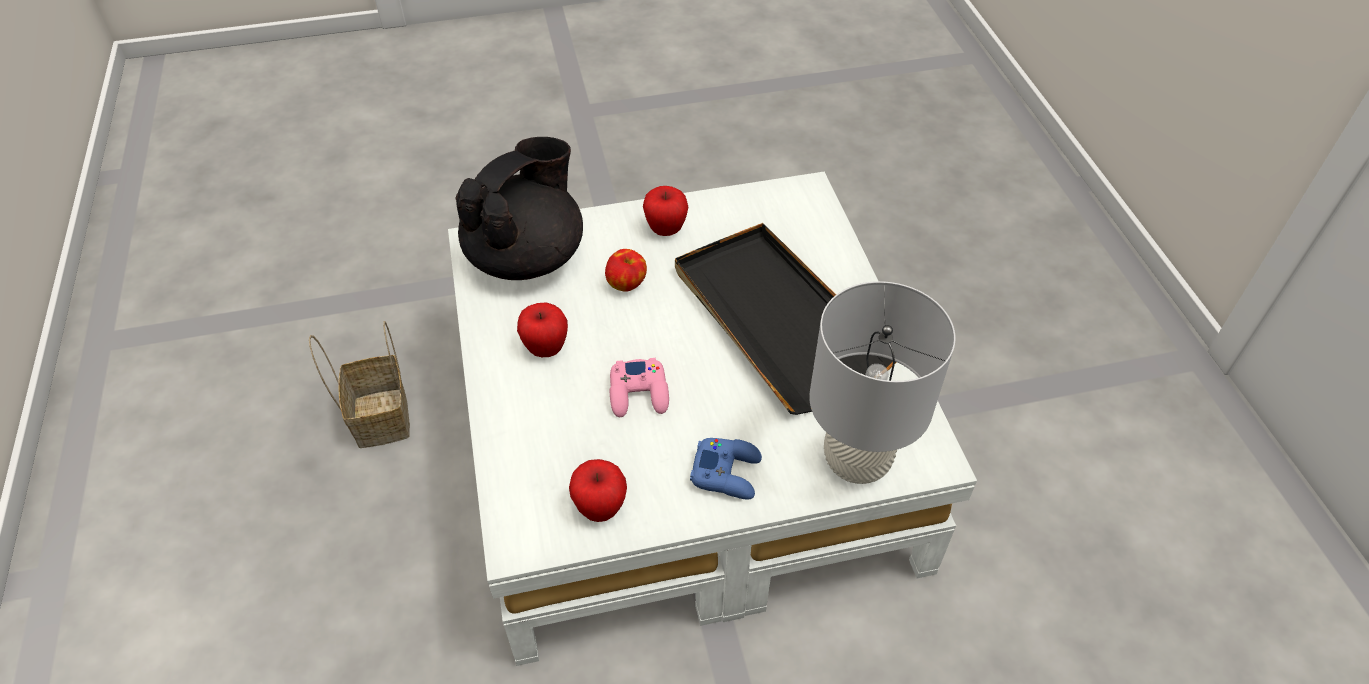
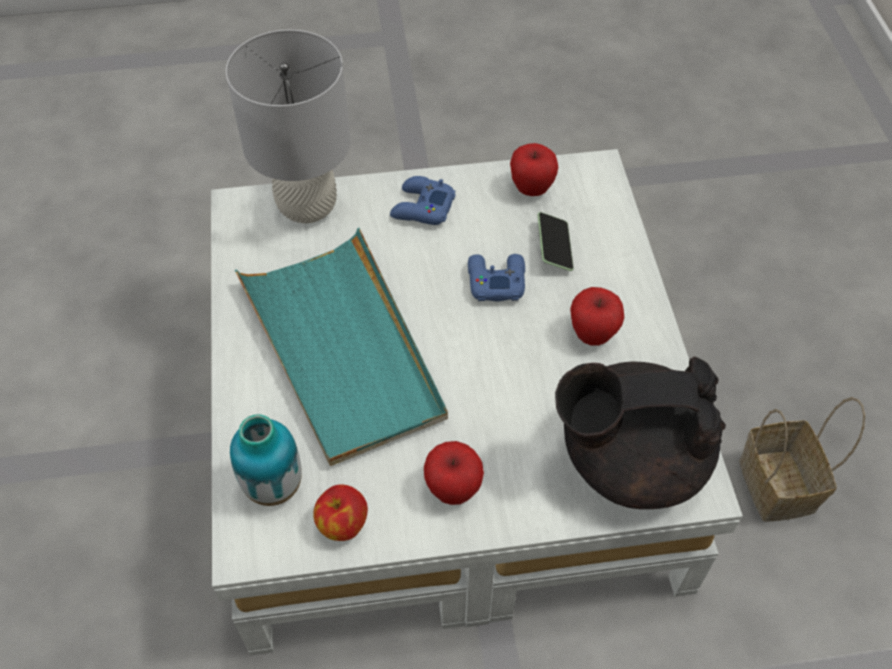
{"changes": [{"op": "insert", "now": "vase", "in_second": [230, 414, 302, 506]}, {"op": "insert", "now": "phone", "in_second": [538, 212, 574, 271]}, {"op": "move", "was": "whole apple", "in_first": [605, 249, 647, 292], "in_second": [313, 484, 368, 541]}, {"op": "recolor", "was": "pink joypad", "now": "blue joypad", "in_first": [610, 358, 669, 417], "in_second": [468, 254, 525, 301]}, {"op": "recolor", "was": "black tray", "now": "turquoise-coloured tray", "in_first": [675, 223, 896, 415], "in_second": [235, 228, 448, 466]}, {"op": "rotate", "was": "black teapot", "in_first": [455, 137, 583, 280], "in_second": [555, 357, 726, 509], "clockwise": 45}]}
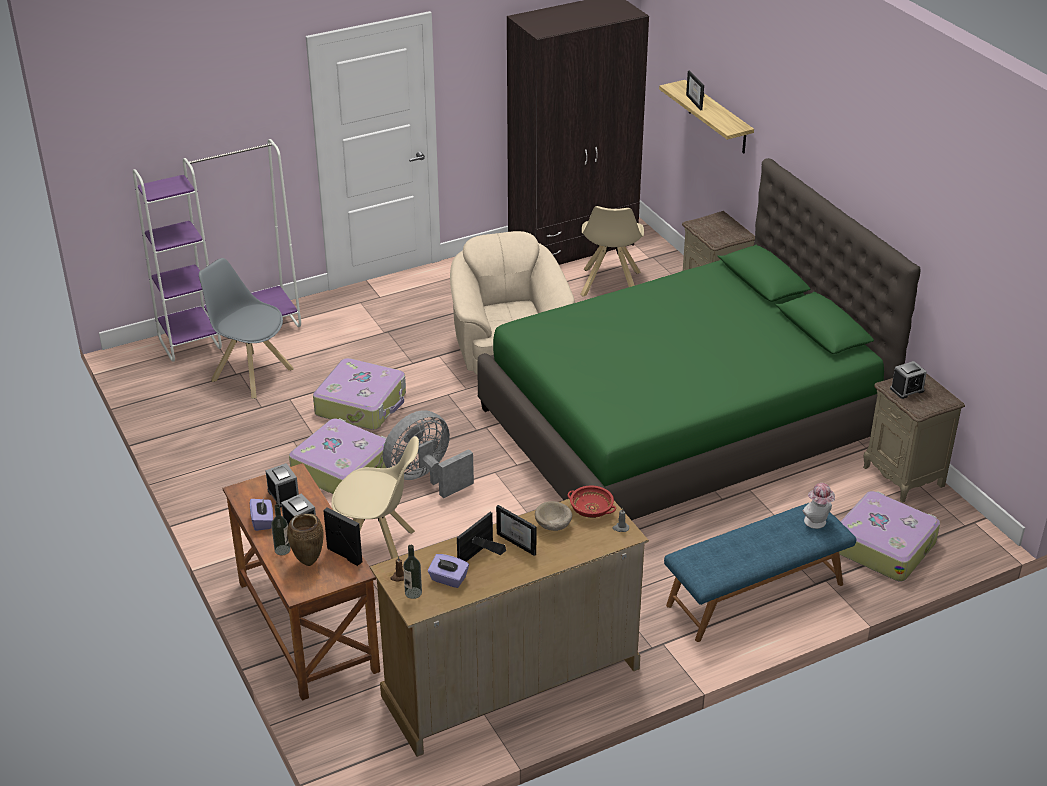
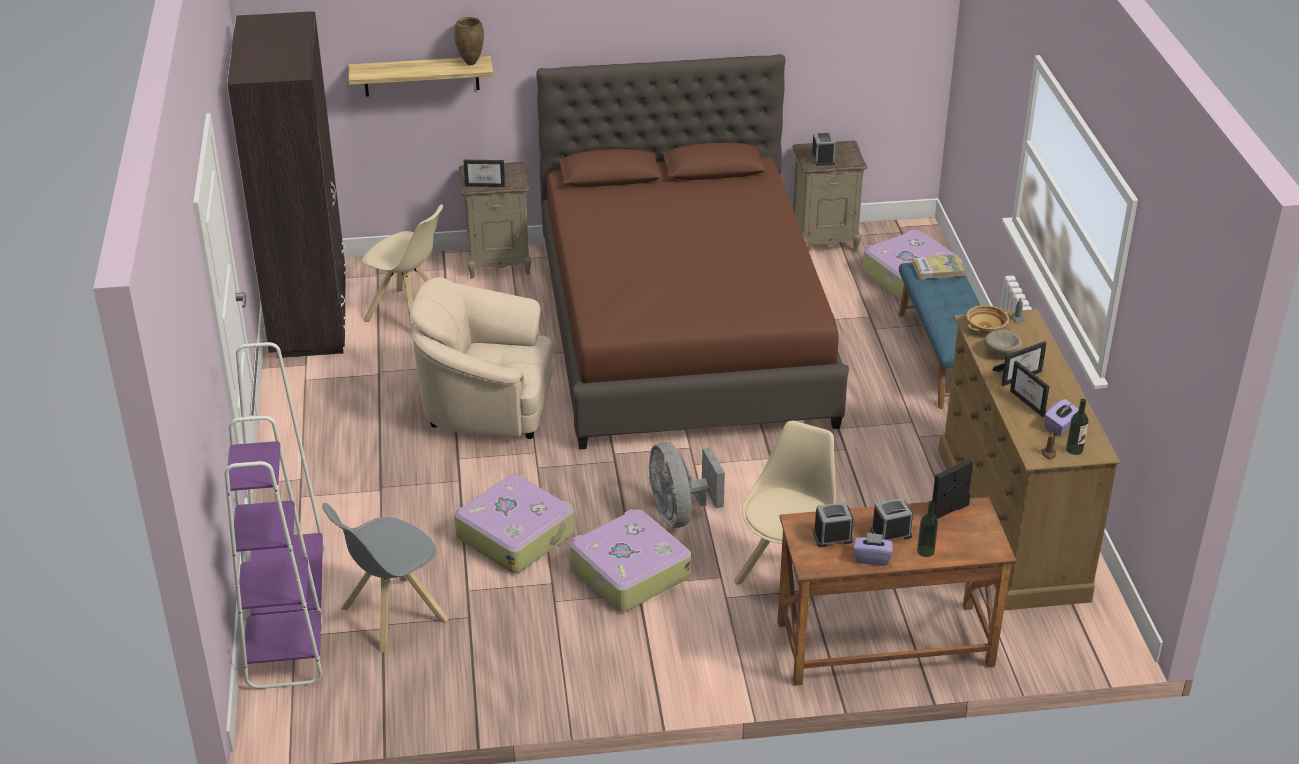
{"changes": [{"op": "move", "was": "brown vase", "in_first": [287, 513, 324, 566], "in_second": [454, 17, 484, 65]}, {"op": "move", "was": "photo frame", "in_first": [686, 71, 705, 110], "in_second": [464, 160, 505, 187]}, {"op": "replace", "was": "hat", "now": "book", "in_first": [803, 483, 835, 529], "in_second": [912, 255, 965, 279]}, {"op": "recolor", "was": "green-coloured bed", "now": "brown bed", "in_first": [477, 158, 921, 520], "in_second": [537, 54, 849, 449]}, {"op": "recolor", "was": "reddish serving bowl", "now": "beige-coloured serving bowl", "in_first": [567, 486, 616, 518], "in_second": [966, 305, 1009, 334]}]}
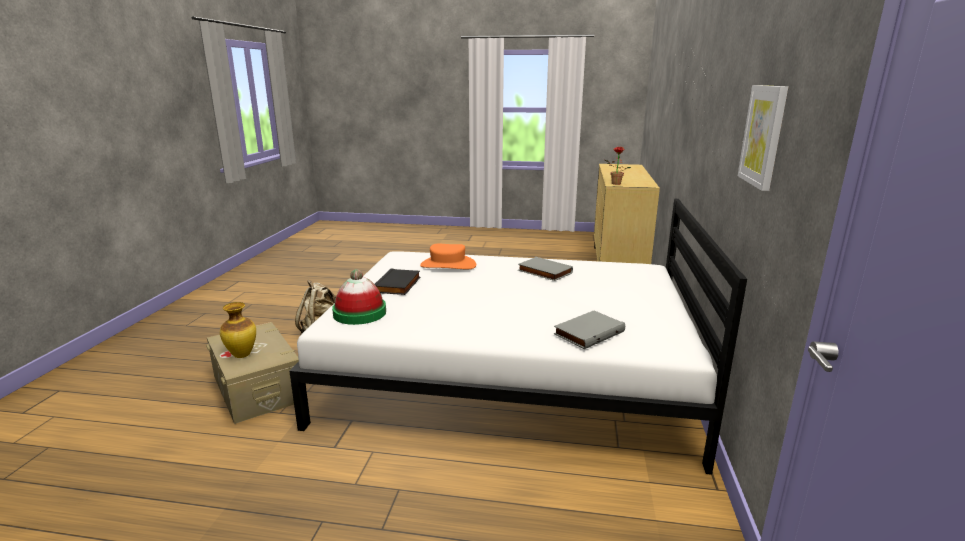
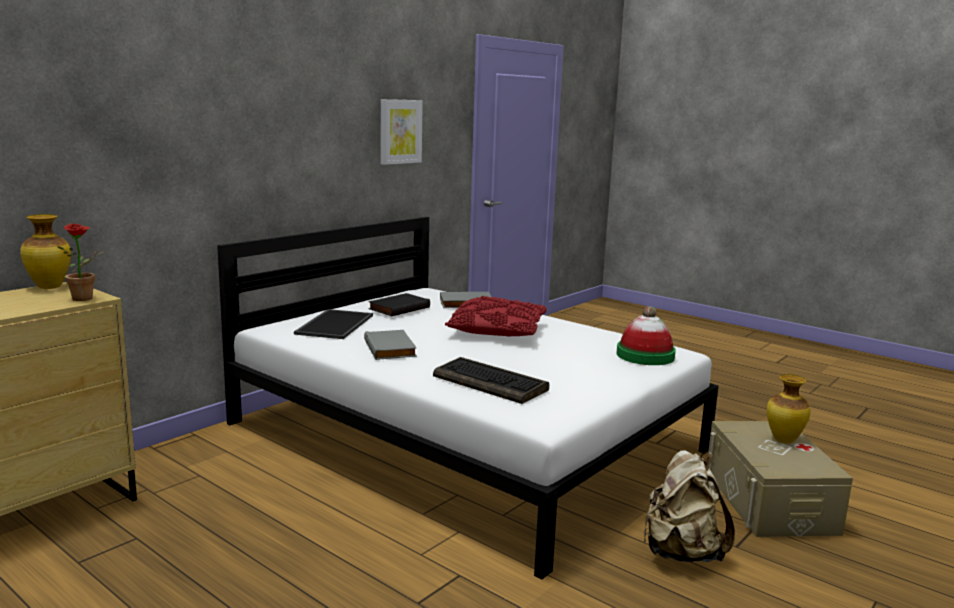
{"changes": [{"op": "insert", "now": "vase", "in_second": [20, 214, 71, 289]}, {"op": "insert", "now": "tray", "in_second": [294, 309, 373, 339]}, {"op": "insert", "now": "reddish cushion", "in_second": [445, 296, 547, 337]}, {"op": "move", "was": "black book", "in_first": [375, 268, 420, 295], "in_second": [368, 293, 430, 317]}, {"op": "replace", "was": "orangey hat", "now": "keyboard", "in_first": [420, 244, 476, 269], "in_second": [433, 357, 549, 404]}]}
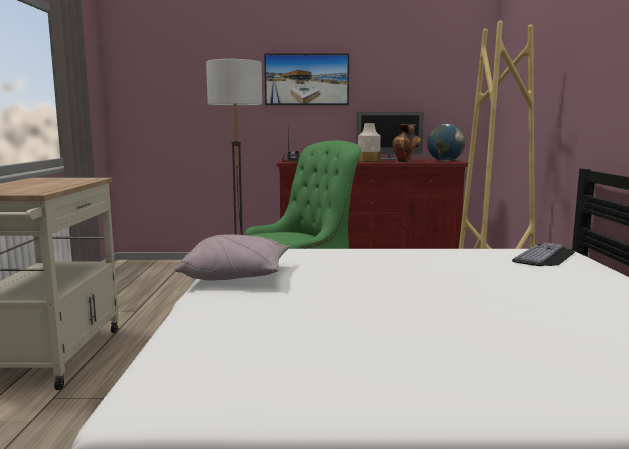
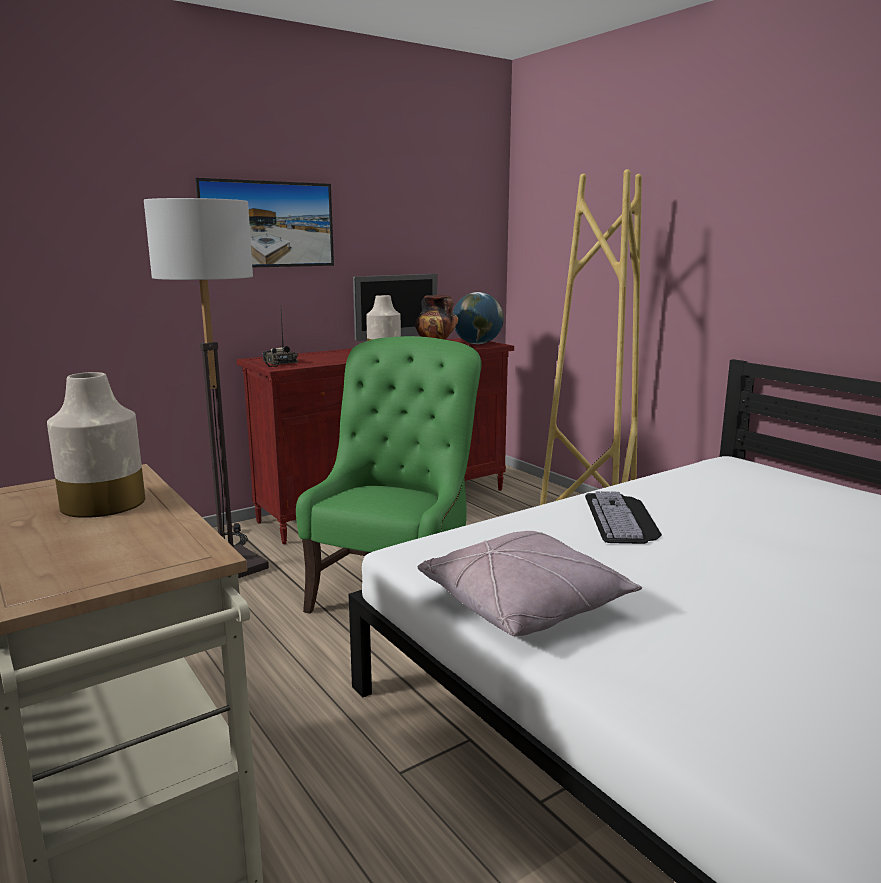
{"changes": [{"op": "insert", "now": "beige-coloured vase", "in_second": [47, 372, 145, 518]}, {"op": "move", "was": "keyboard", "in_first": [512, 243, 575, 266], "in_second": [585, 491, 662, 544]}]}
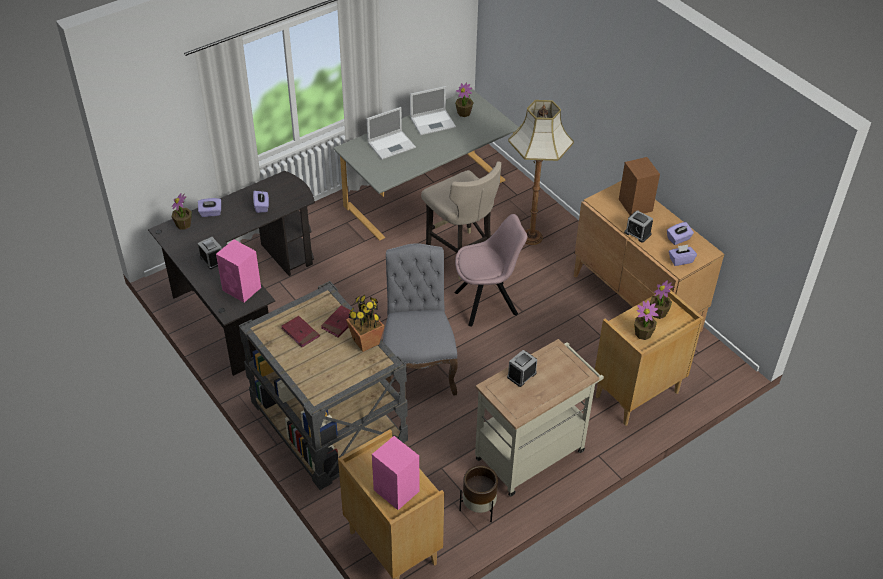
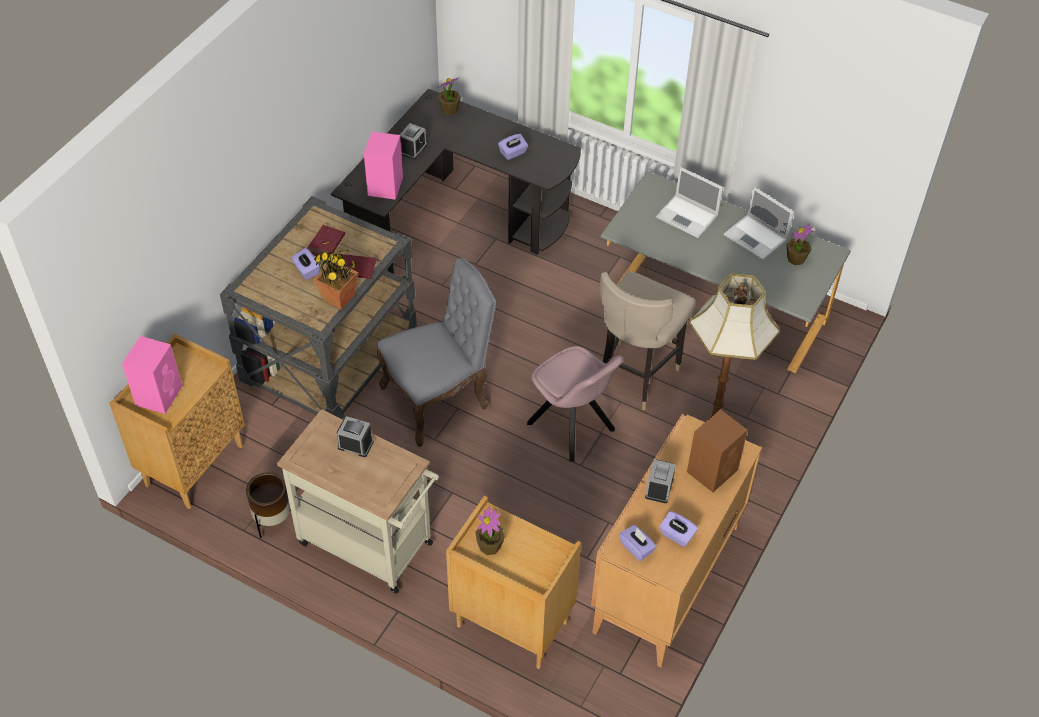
{"changes": [{"op": "delete", "was": "plant in a pot", "in_first": [650, 280, 673, 319]}, {"op": "move", "was": "purplish tissue holder", "in_first": [198, 198, 221, 217], "in_second": [291, 248, 320, 280]}]}
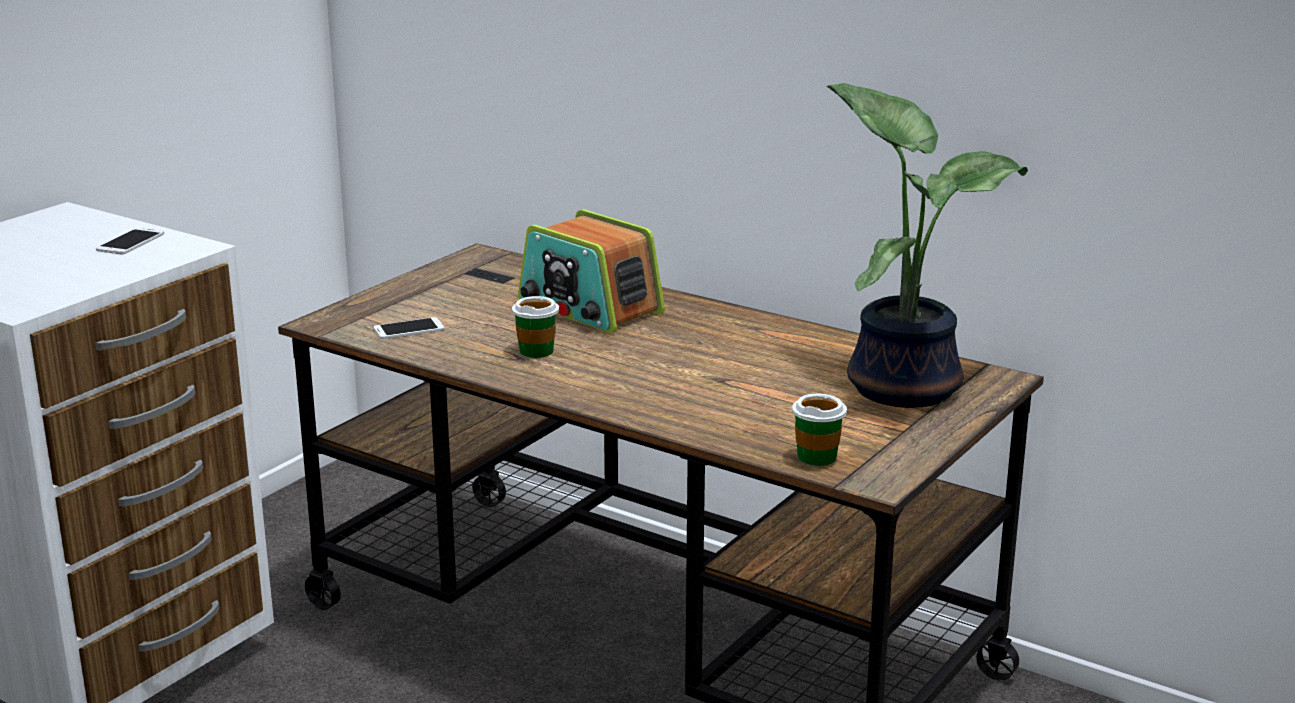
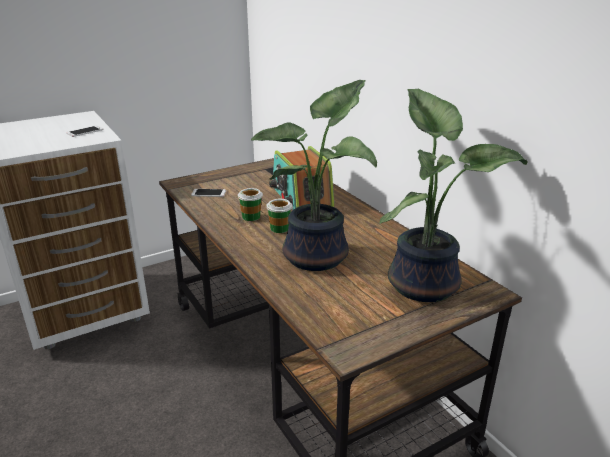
{"changes": [{"op": "insert", "now": "plant in a pot", "in_second": [251, 80, 377, 271]}, {"op": "move", "was": "small cup", "in_first": [792, 394, 847, 466], "in_second": [266, 199, 293, 233]}]}
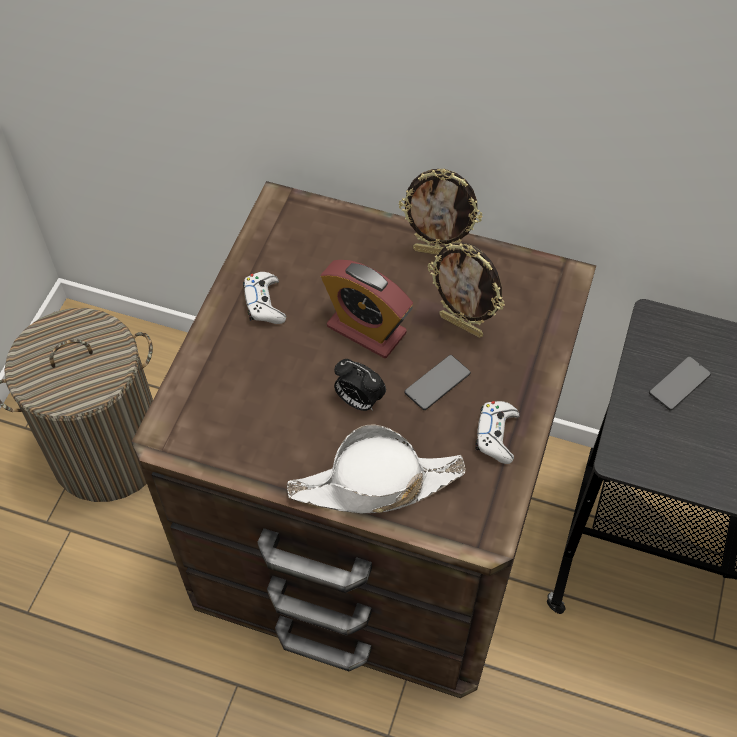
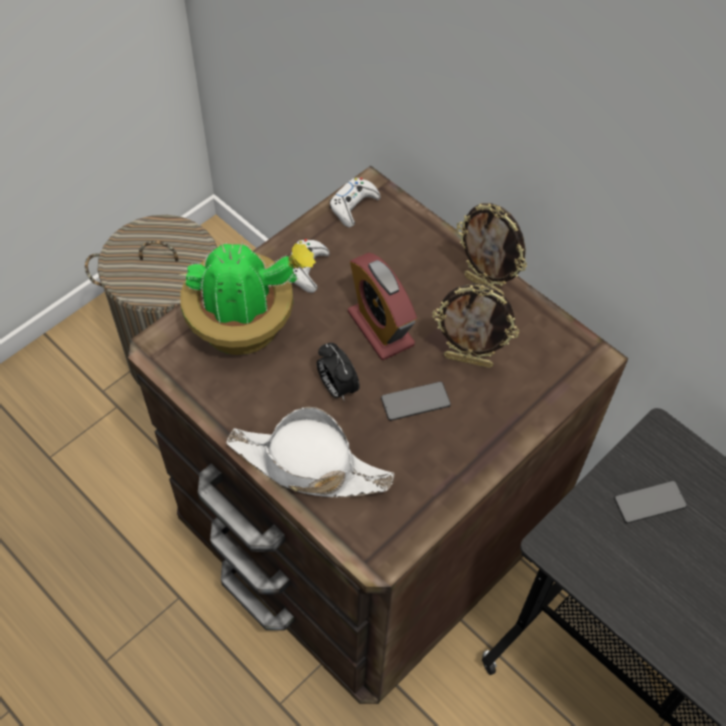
{"changes": [{"op": "insert", "now": "plant in a pot", "in_second": [179, 240, 316, 355]}, {"op": "move", "was": "white-coloured joypad", "in_first": [475, 401, 519, 464], "in_second": [329, 178, 381, 227]}, {"op": "rotate", "was": "photo frame", "in_first": [428, 242, 505, 338], "in_second": [432, 283, 519, 368], "clockwise": -45}]}
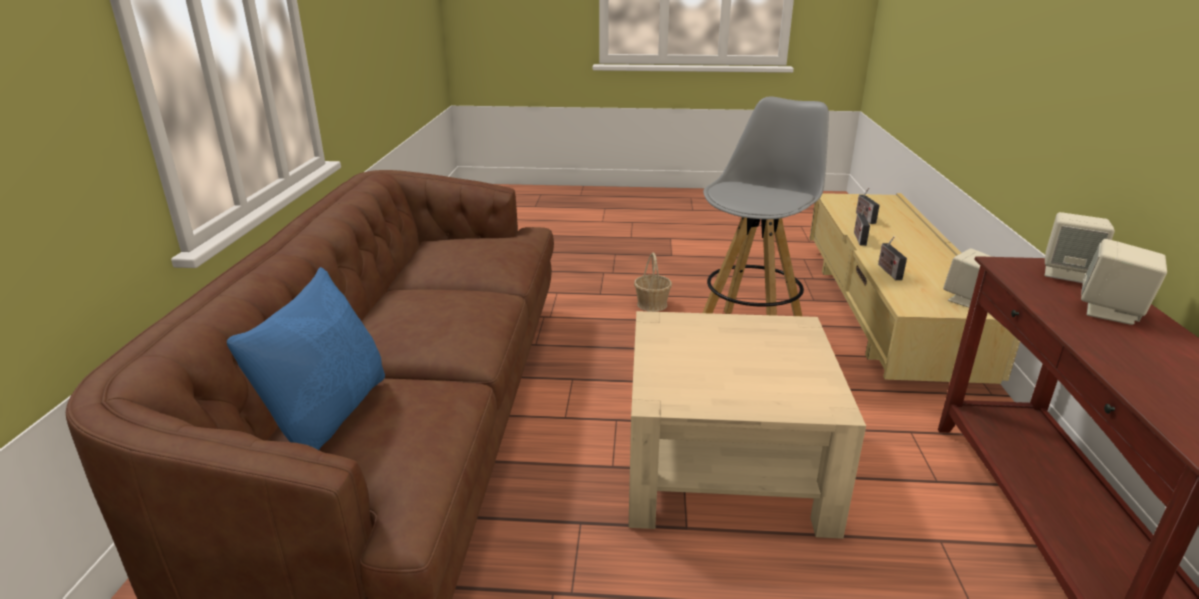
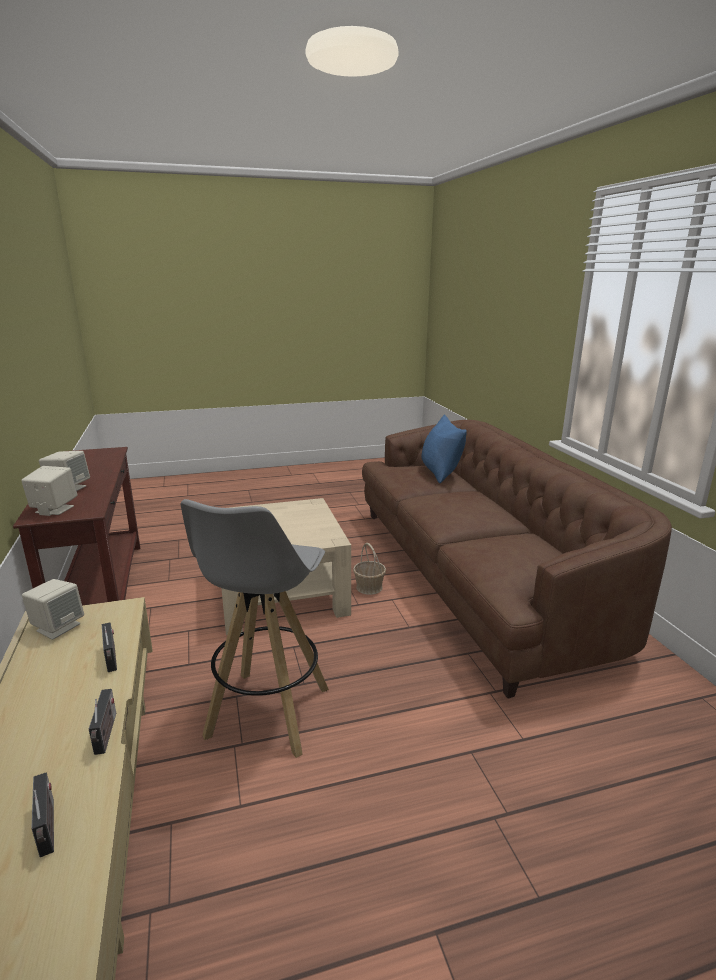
{"changes": [{"op": "move", "was": "basket", "in_first": [634, 252, 672, 312], "in_second": [353, 543, 386, 595]}]}
